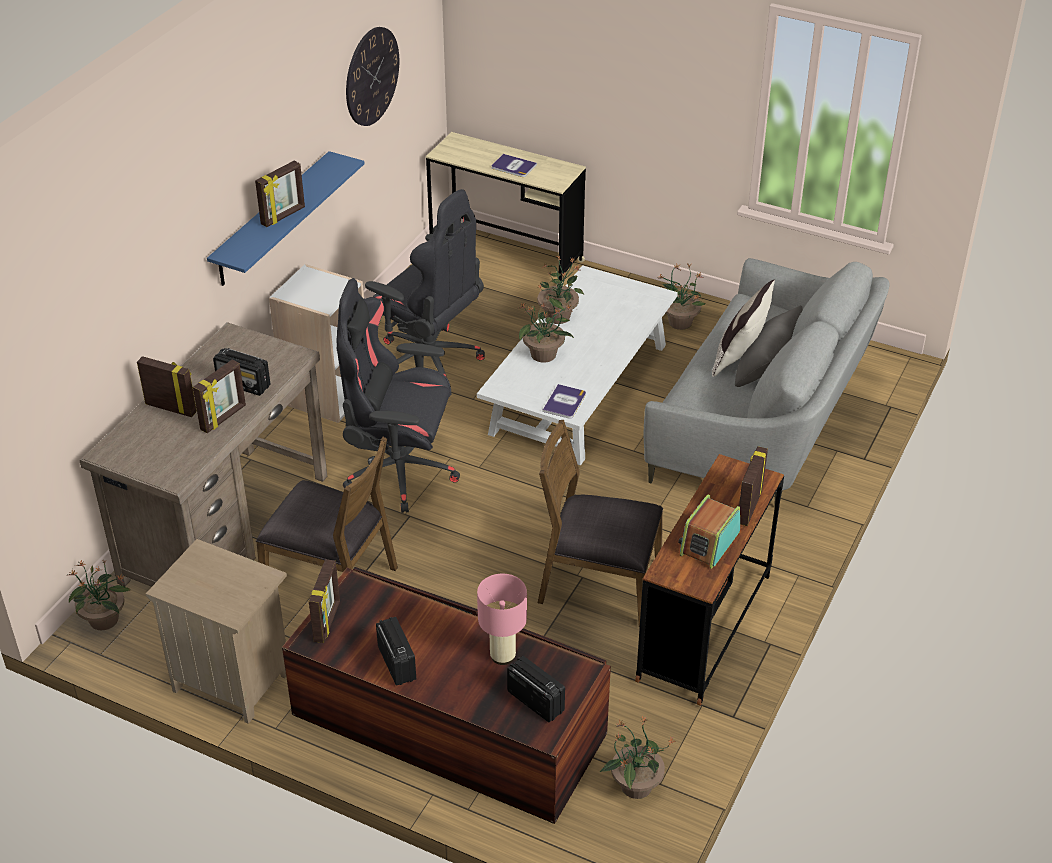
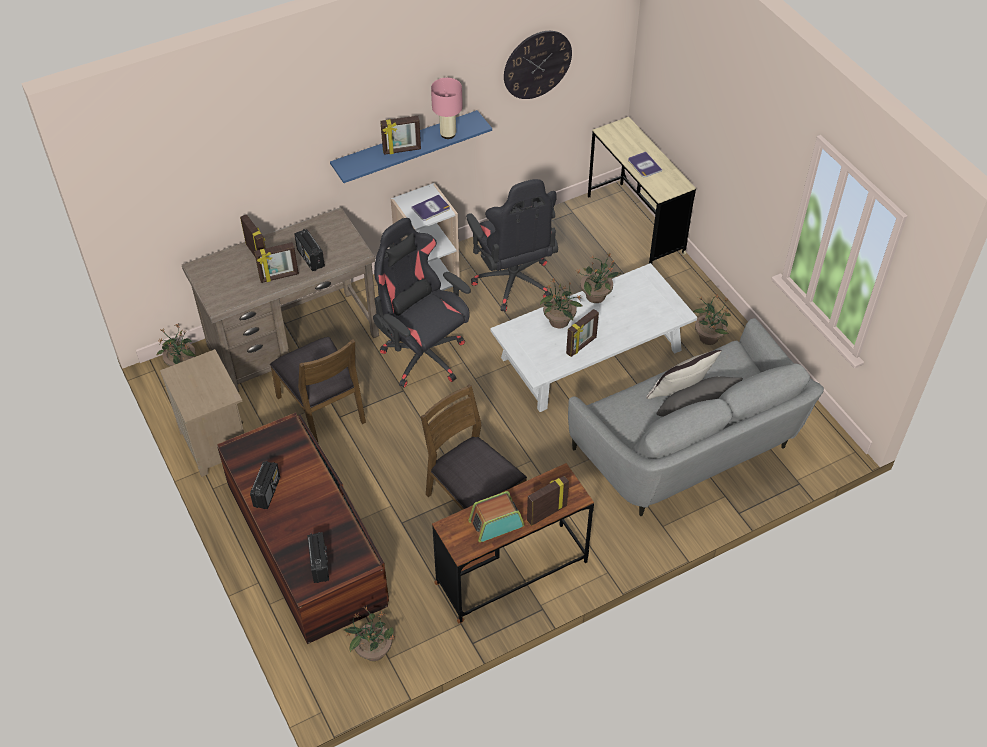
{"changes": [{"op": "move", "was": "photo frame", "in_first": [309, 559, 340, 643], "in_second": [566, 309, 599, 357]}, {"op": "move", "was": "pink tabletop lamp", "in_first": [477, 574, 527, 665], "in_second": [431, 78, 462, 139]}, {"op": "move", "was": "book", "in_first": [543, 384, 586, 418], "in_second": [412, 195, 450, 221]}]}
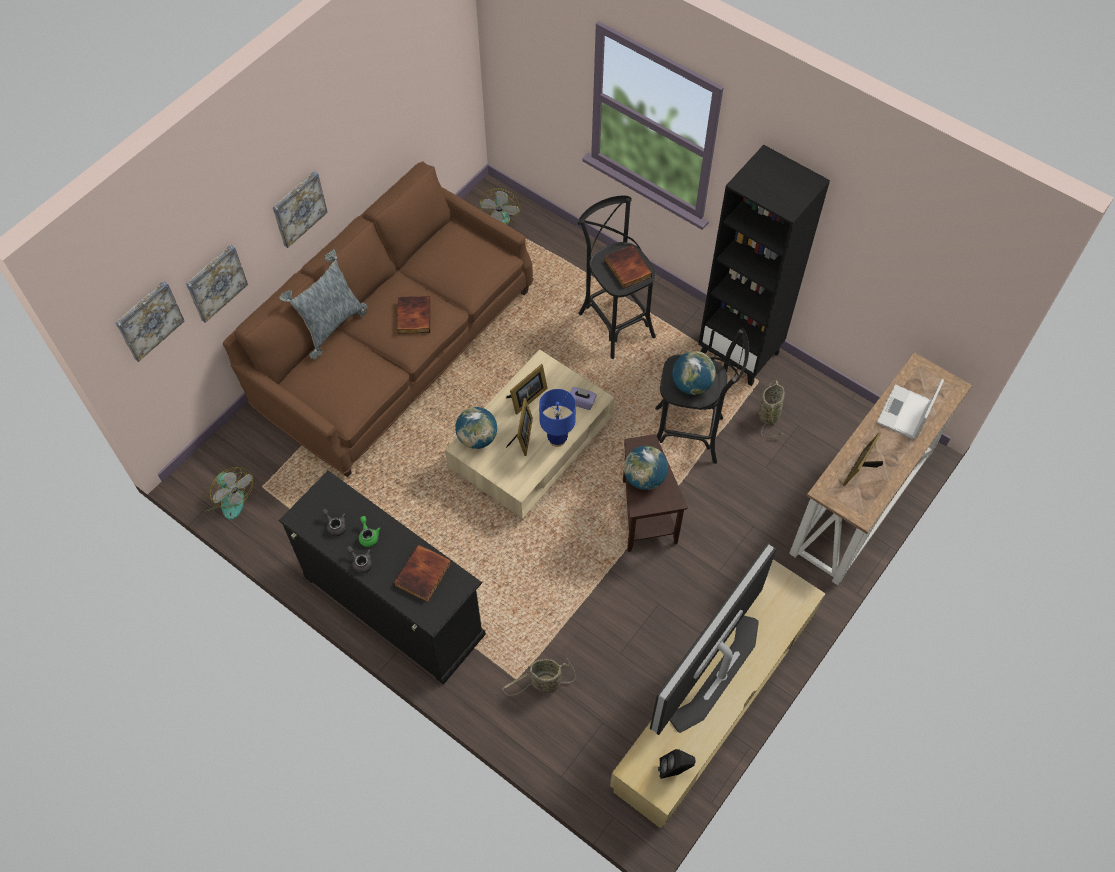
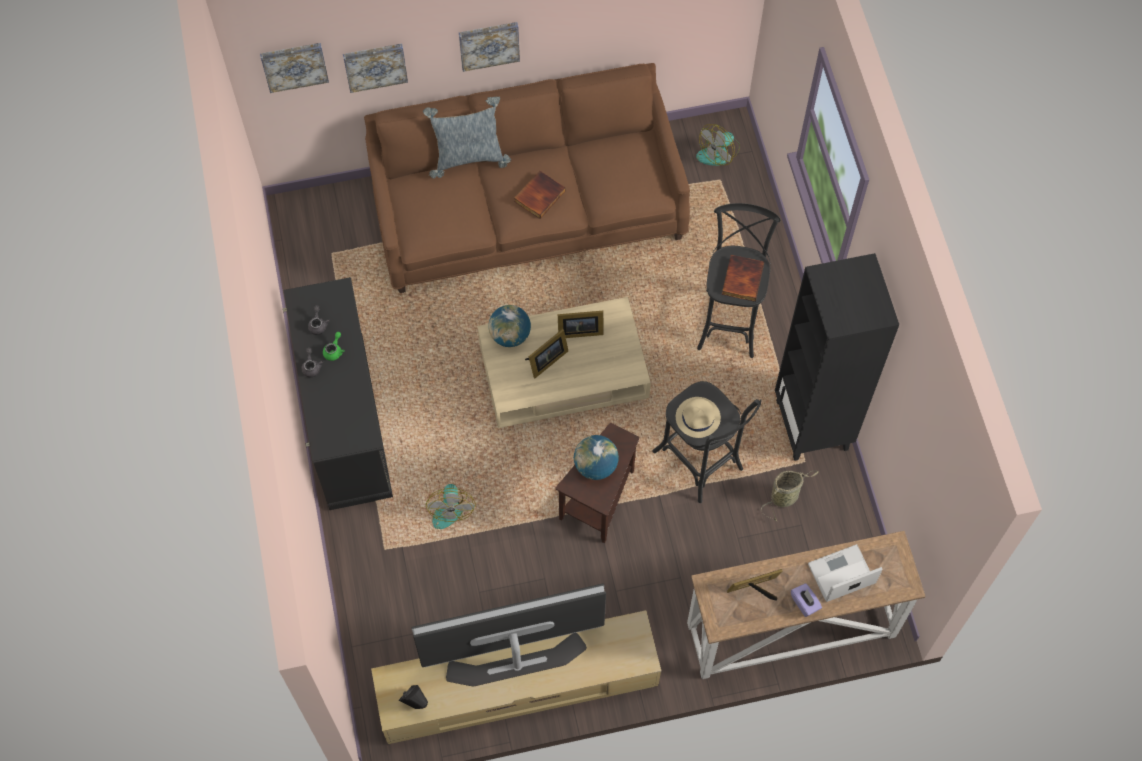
{"changes": [{"op": "delete", "was": "book", "in_first": [394, 544, 452, 602]}, {"op": "delete", "was": "basket", "in_first": [502, 658, 576, 696]}, {"op": "delete", "was": "blue tabletop lamp", "in_first": [539, 389, 576, 447]}, {"op": "move", "was": "electric fan", "in_first": [200, 467, 253, 520], "in_second": [426, 484, 476, 529]}, {"op": "move", "was": "purplish tissue holder", "in_first": [570, 387, 597, 410], "in_second": [791, 583, 822, 617]}, {"op": "replace", "was": "desk globe", "now": "beige-coloured hat", "in_first": [672, 351, 716, 395], "in_second": [676, 397, 721, 438]}]}
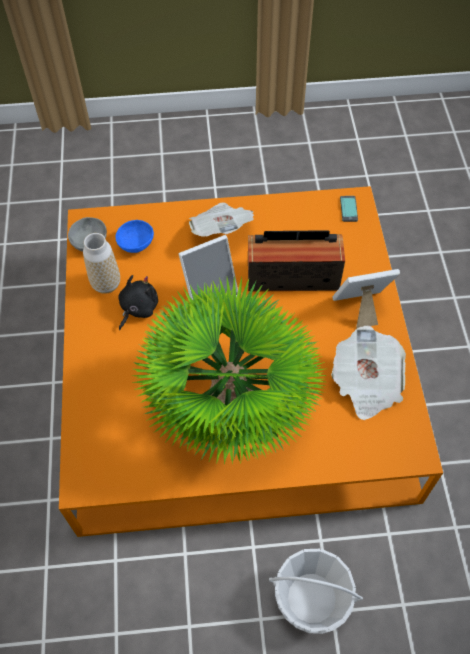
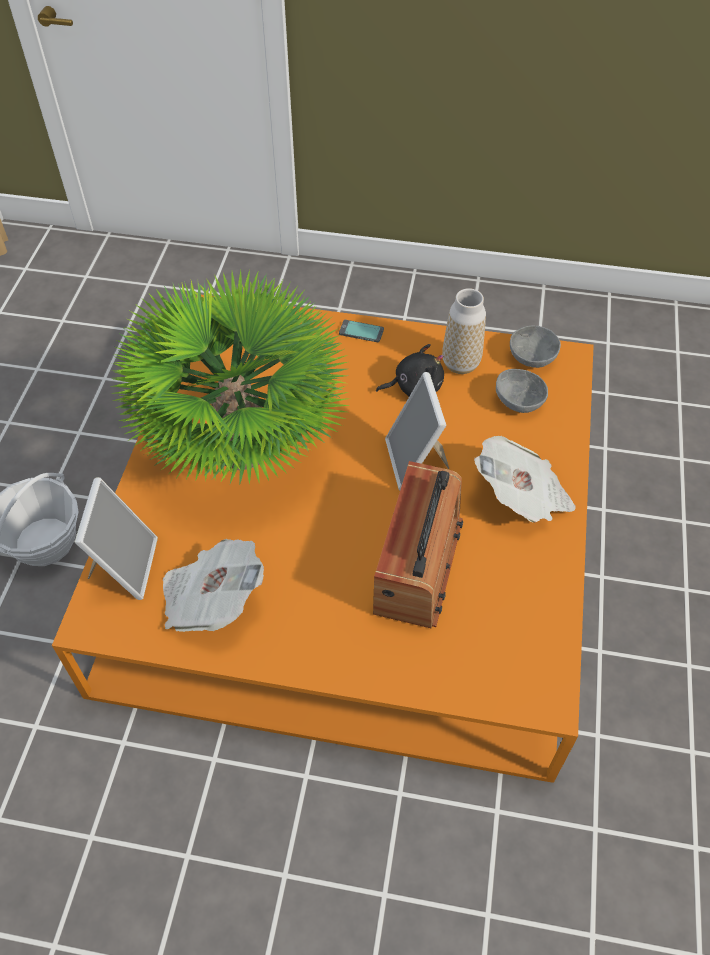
{"changes": [{"op": "move", "was": "photo frame", "in_first": [333, 269, 400, 329], "in_second": [74, 477, 158, 600]}, {"op": "move", "was": "phone", "in_first": [340, 196, 358, 222], "in_second": [339, 320, 384, 342]}, {"op": "recolor", "was": "blue serving bowl", "now": "gray serving bowl", "in_first": [115, 220, 154, 253], "in_second": [496, 369, 548, 413]}, {"op": "rotate", "was": "black soft toy", "in_first": [118, 275, 158, 330], "in_second": [376, 344, 444, 397], "clockwise": -60}]}
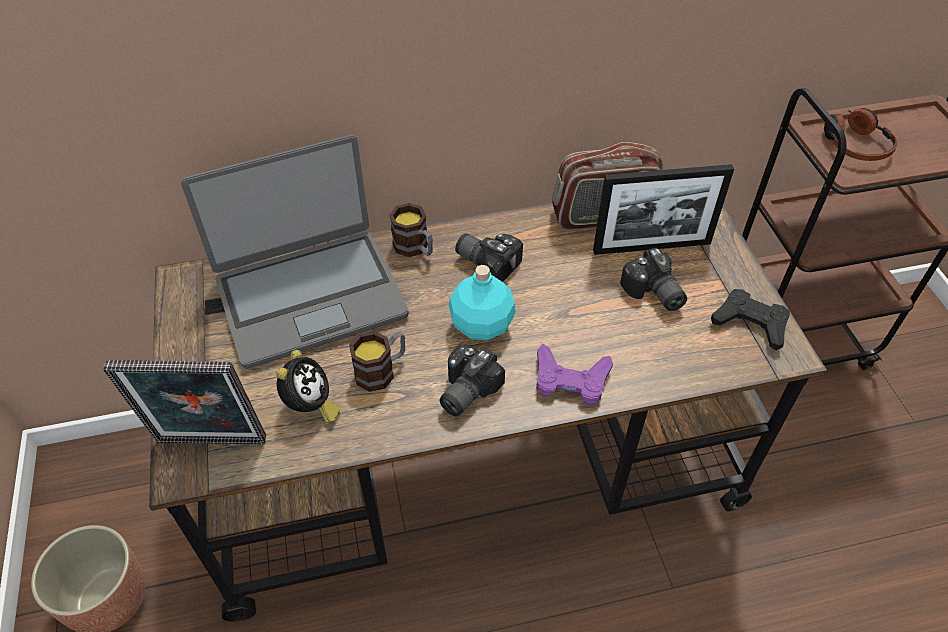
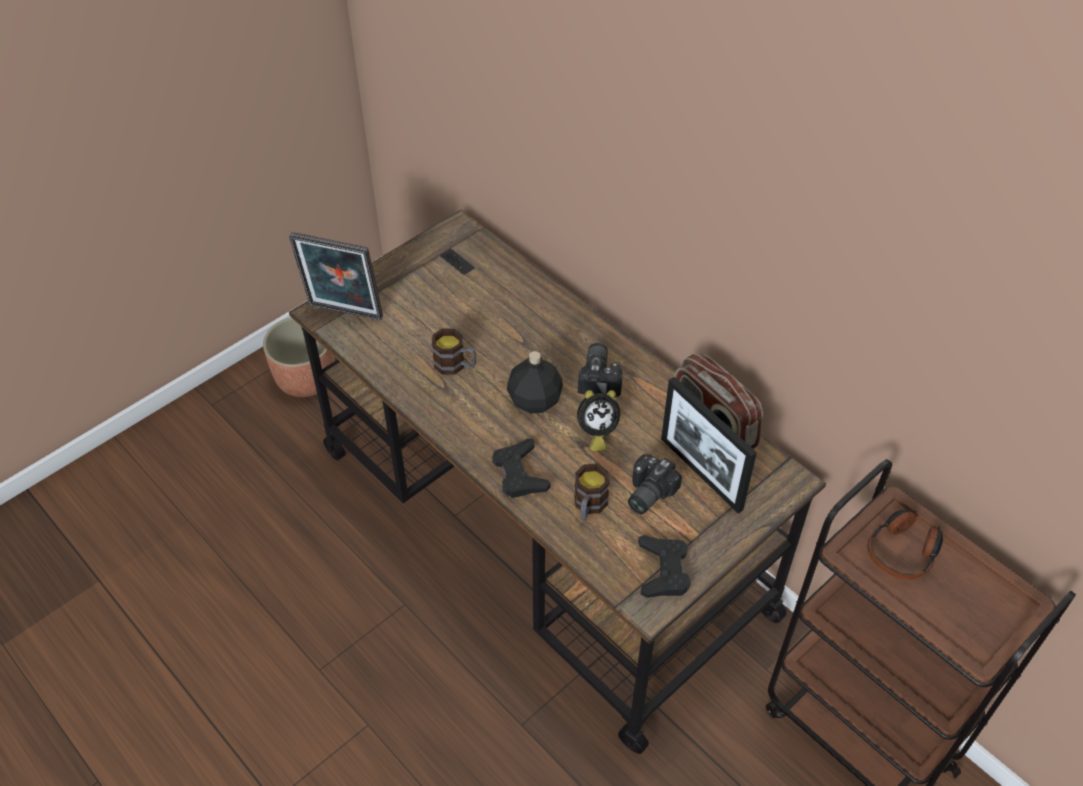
{"changes": [{"op": "delete", "was": "laptop", "in_first": [181, 135, 409, 369]}, {"op": "delete", "was": "photo camera", "in_first": [440, 344, 505, 416]}, {"op": "move", "was": "alarm clock", "in_first": [276, 350, 340, 423], "in_second": [577, 390, 620, 451]}, {"op": "move", "was": "tea mug", "in_first": [390, 203, 433, 257], "in_second": [574, 464, 610, 520]}, {"op": "recolor", "was": "turquoise-coloured beverage bottle", "now": "black beverage bottle", "in_first": [449, 265, 516, 341], "in_second": [507, 351, 563, 414]}, {"op": "recolor", "was": "purplish joypad", "now": "black joypad", "in_first": [536, 344, 613, 405], "in_second": [492, 439, 551, 498]}, {"op": "rotate", "was": "photo frame", "in_first": [103, 360, 266, 444], "in_second": [289, 232, 383, 321], "clockwise": -45}]}
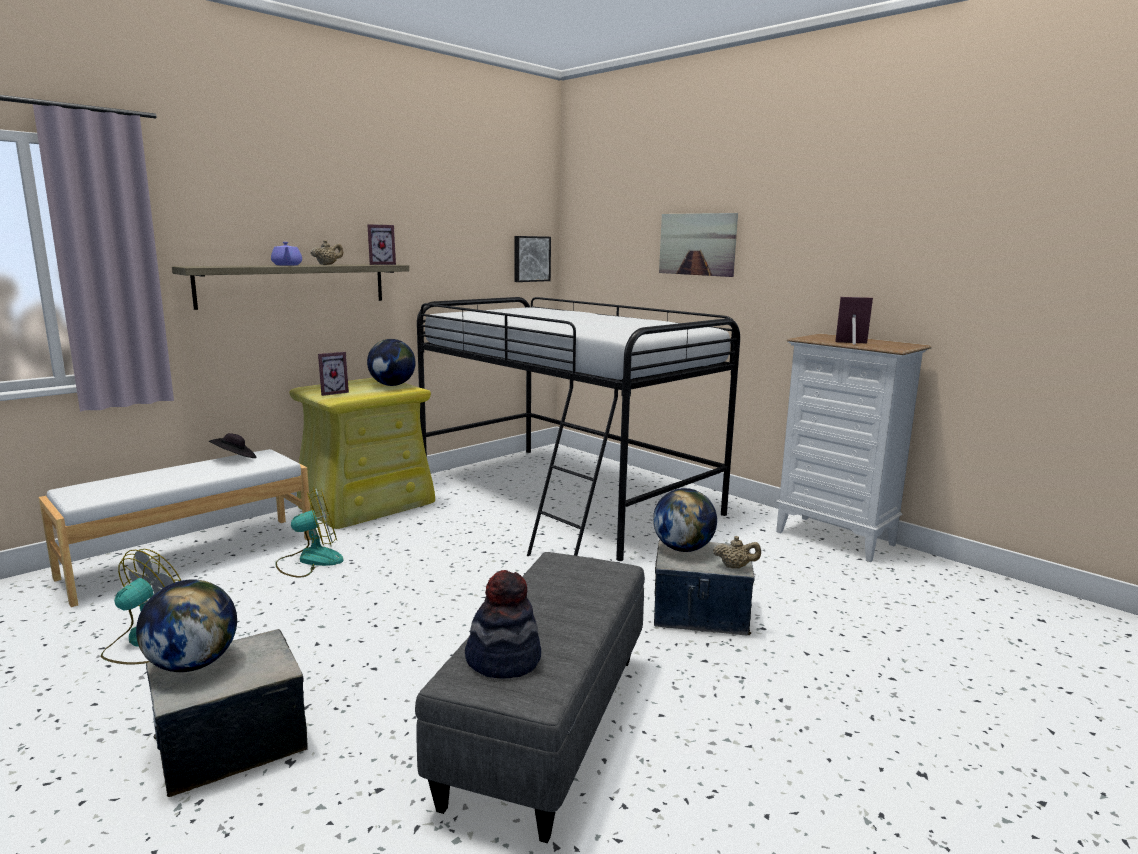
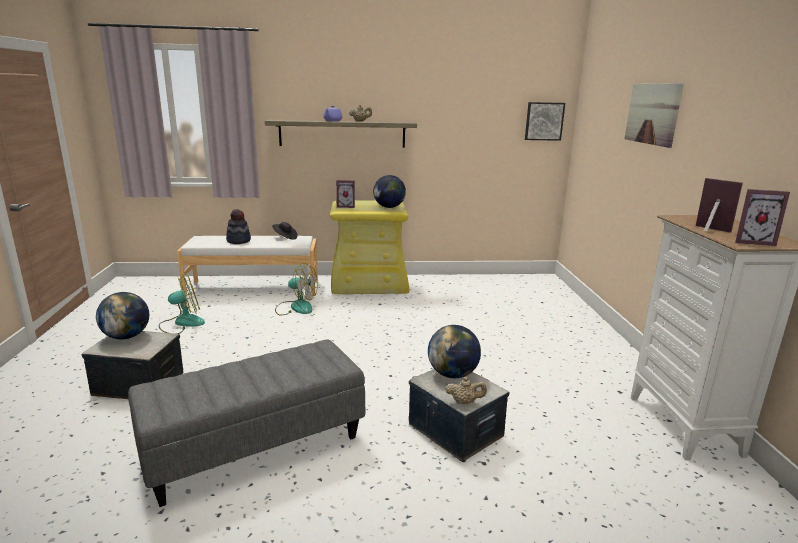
{"changes": [{"op": "delete", "was": "black bed", "in_first": [417, 297, 740, 561]}, {"op": "move", "was": "photo frame", "in_first": [368, 224, 396, 265], "in_second": [735, 189, 790, 246]}, {"op": "move", "was": "hat", "in_first": [465, 570, 541, 679], "in_second": [226, 209, 251, 244]}, {"op": "rotate", "was": "beige-coloured teapot", "in_first": [713, 536, 761, 569], "in_second": [445, 377, 487, 404], "clockwise": -45}]}
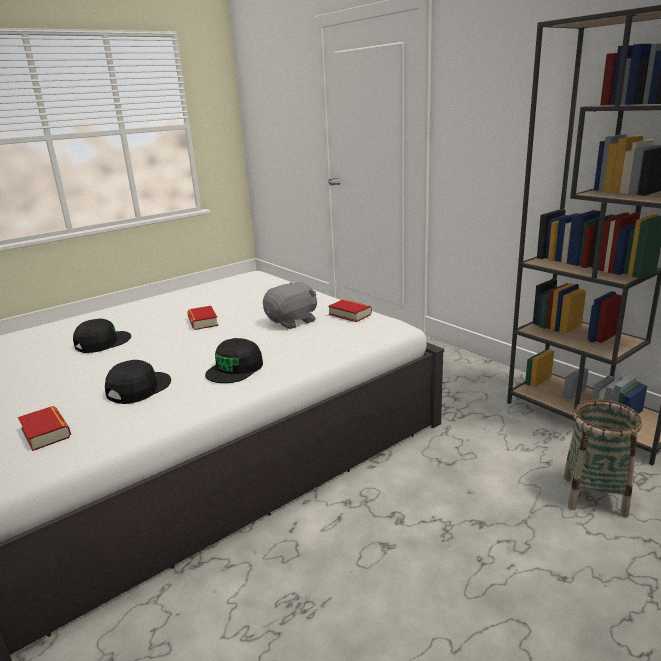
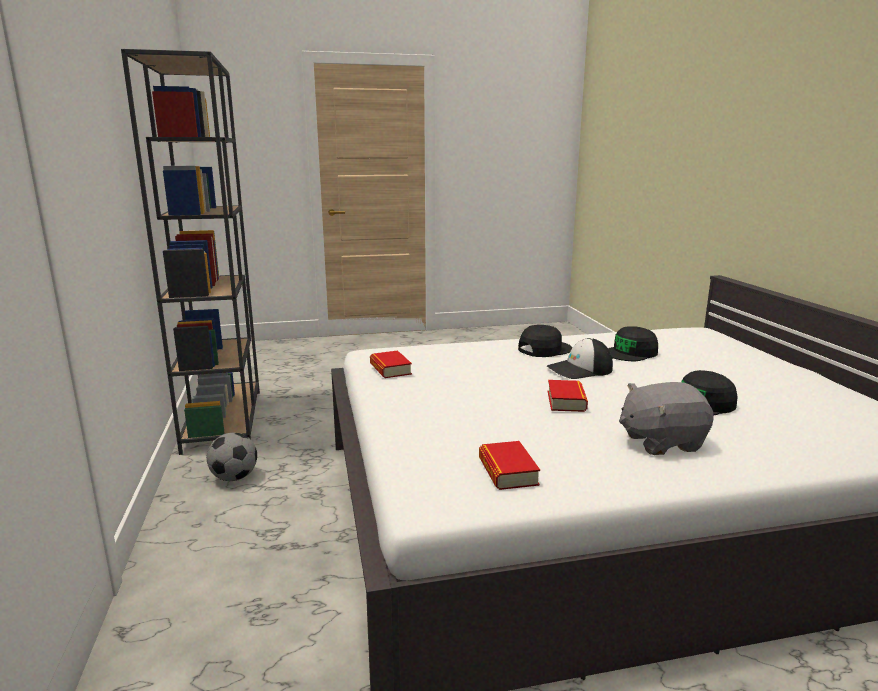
{"changes": [{"op": "delete", "was": "basket", "in_first": [563, 399, 642, 518]}, {"op": "insert", "now": "ball for football", "in_second": [207, 433, 257, 481]}, {"op": "insert", "now": "peaked cap", "in_second": [547, 338, 613, 379]}, {"op": "move", "was": "book", "in_first": [18, 406, 71, 451], "in_second": [479, 441, 540, 490]}, {"op": "move", "was": "gray soft toy", "in_first": [263, 282, 317, 329], "in_second": [619, 382, 714, 455]}]}
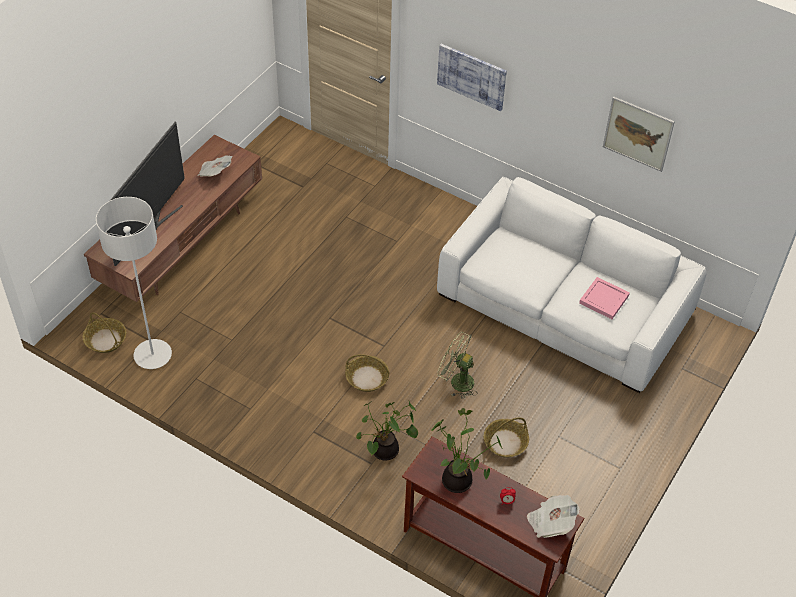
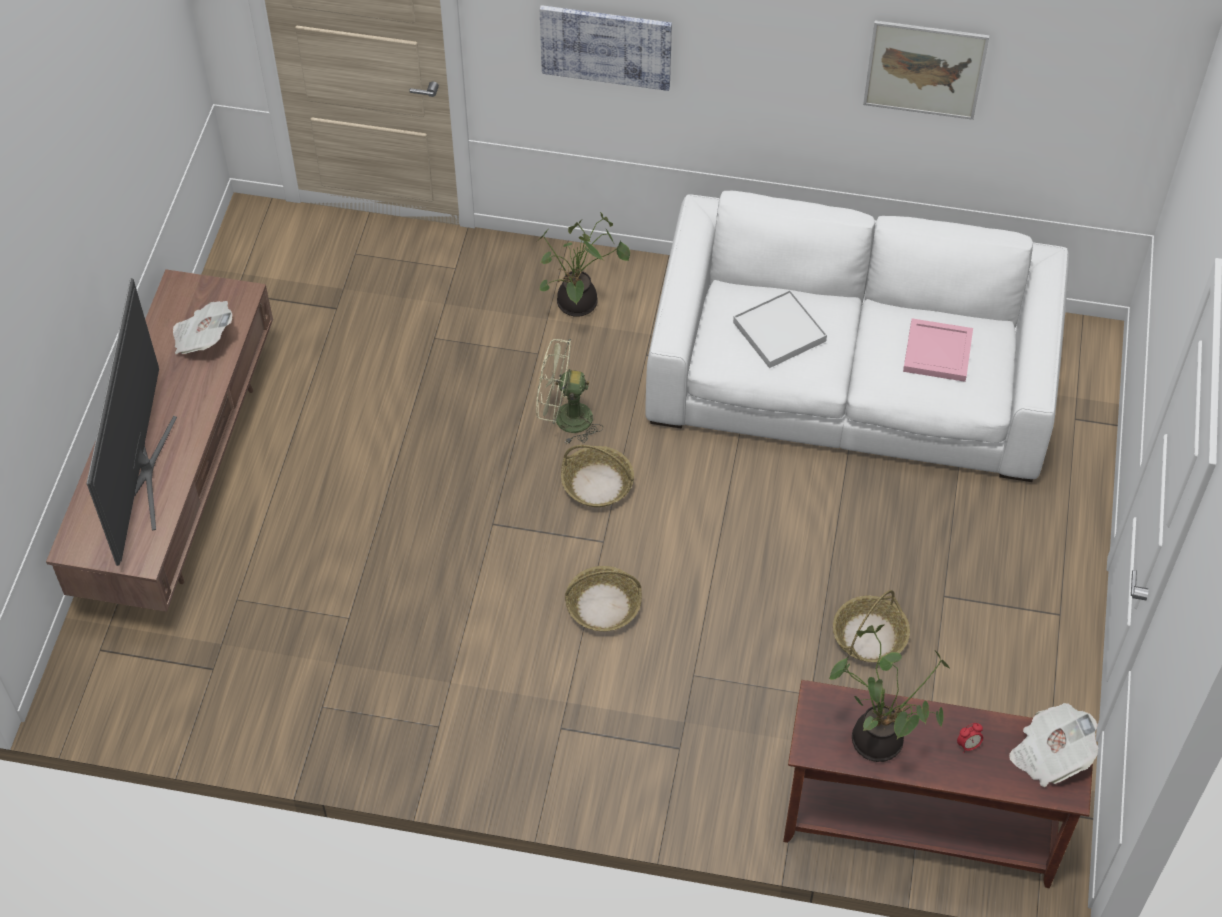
{"changes": [{"op": "delete", "was": "gray standing lamp", "in_first": [96, 197, 172, 369]}, {"op": "insert", "now": "white-coloured tray", "in_second": [733, 290, 827, 368]}, {"op": "move", "was": "basket", "in_first": [83, 312, 126, 353], "in_second": [561, 445, 634, 507]}, {"op": "move", "was": "plant in a pot", "in_first": [356, 401, 418, 461], "in_second": [536, 212, 630, 317]}, {"op": "move", "was": "green-coloured electric fan", "in_first": [437, 332, 477, 399], "in_second": [536, 339, 603, 445]}]}
